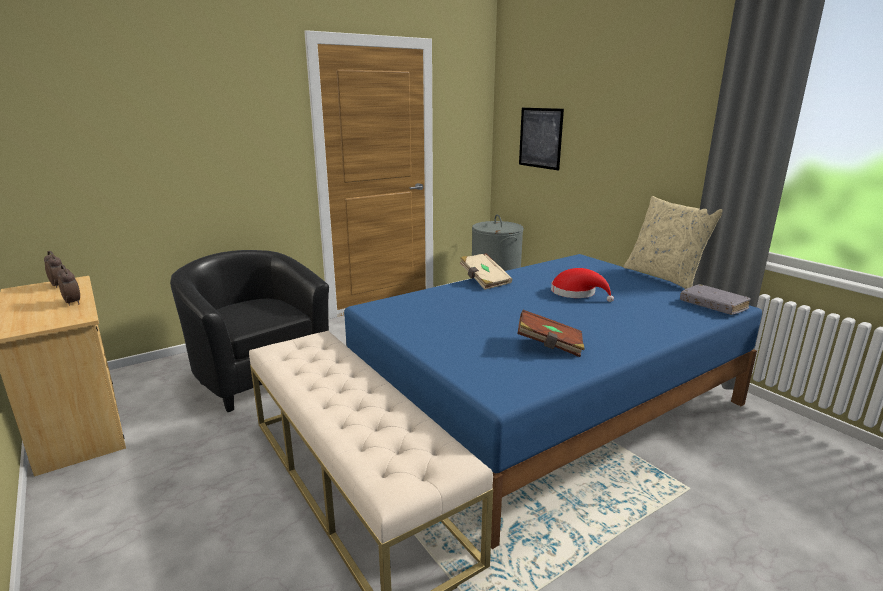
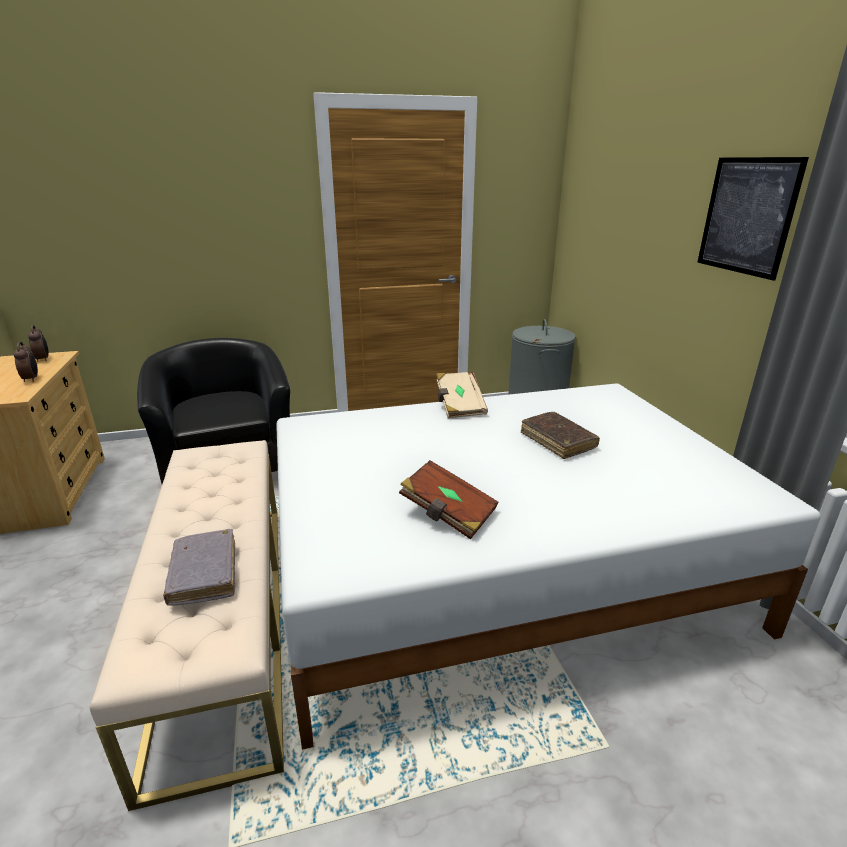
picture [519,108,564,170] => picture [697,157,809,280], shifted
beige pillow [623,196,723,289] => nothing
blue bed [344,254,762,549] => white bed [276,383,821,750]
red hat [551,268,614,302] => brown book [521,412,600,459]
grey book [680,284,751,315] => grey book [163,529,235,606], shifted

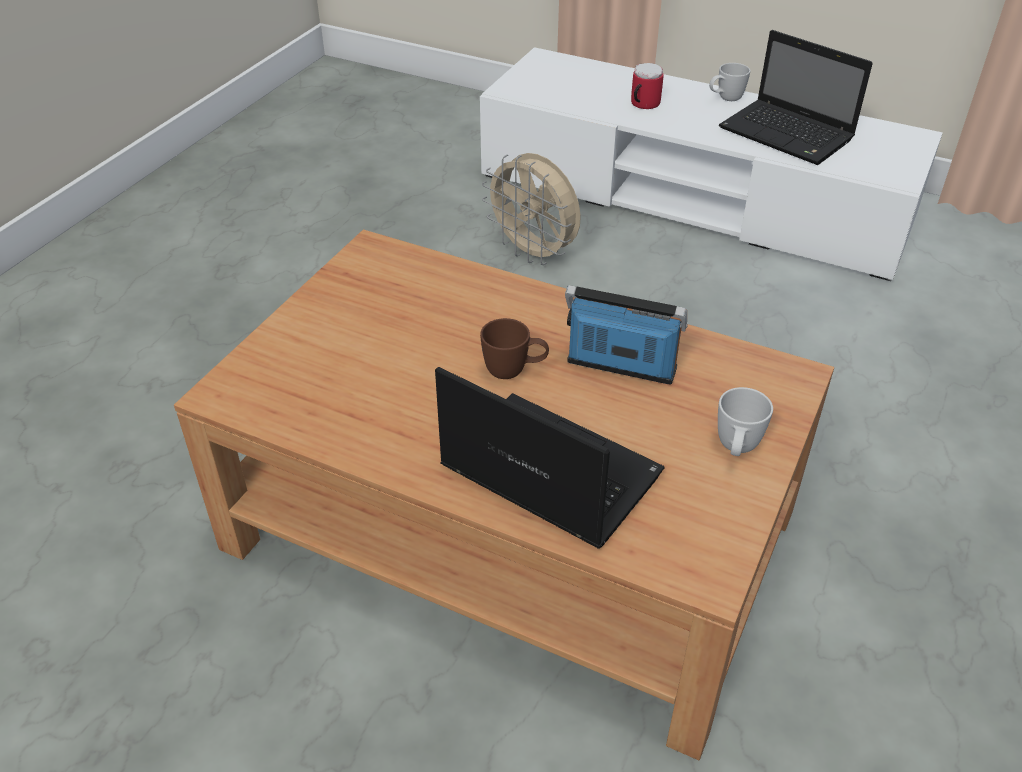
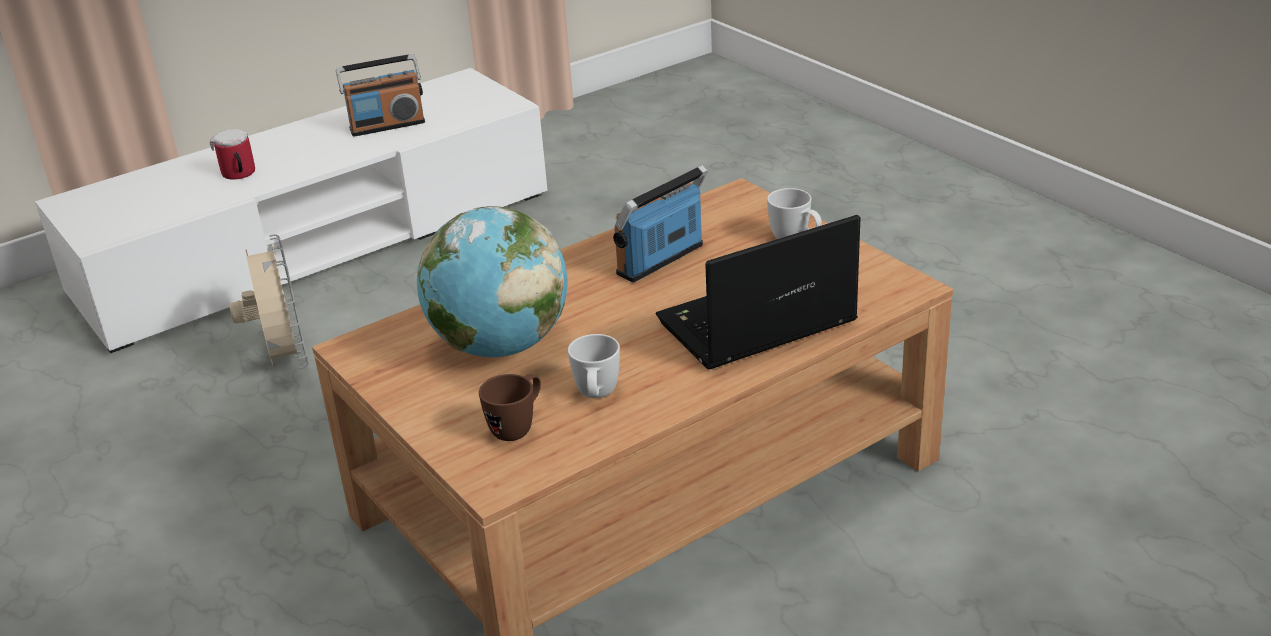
laptop [719,30,873,165] => radio [336,54,425,136]
white mug [709,63,750,101] => white mug [568,334,620,398], shifted
beige fan [482,153,581,265] => beige fan [229,234,309,369], 90 degrees counterclockwise
brown mug [480,318,549,379] => brown mug [479,374,541,441], shifted
nothing => globe [417,206,568,357]

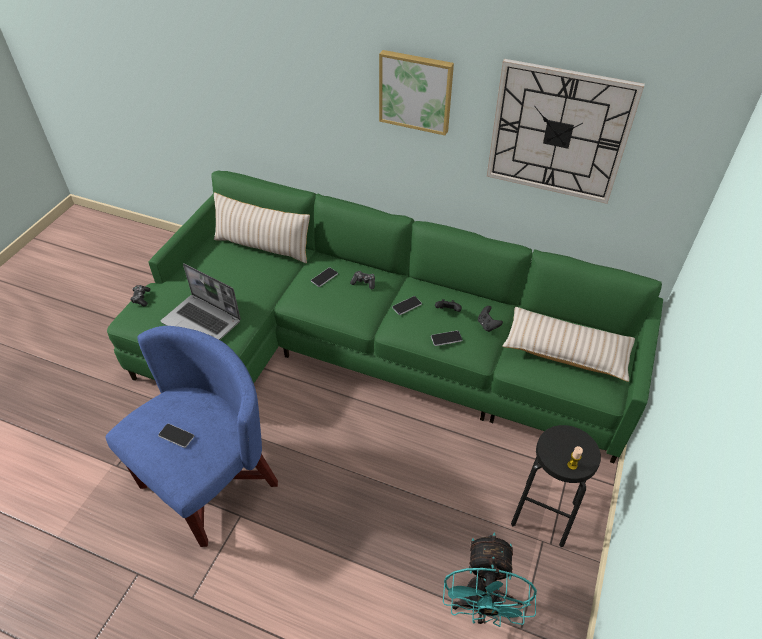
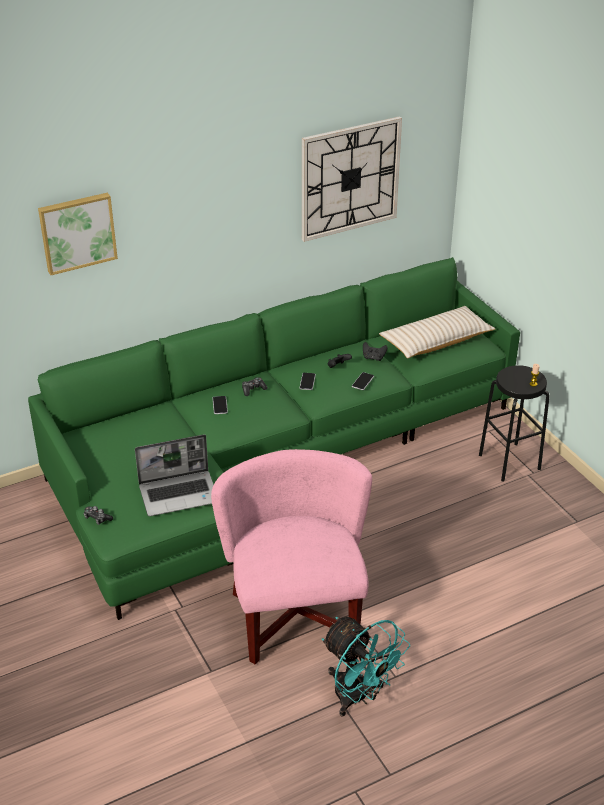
picture [379,50,454,135] => picture [38,193,118,275], shifted
beige pillow [214,193,310,263] => nothing
blue armchair [105,326,278,547] => pink armchair [211,449,372,664]
phone [158,424,194,448] => nothing
turquoise fan [443,533,537,627] => turquoise fan [322,617,410,717], shifted

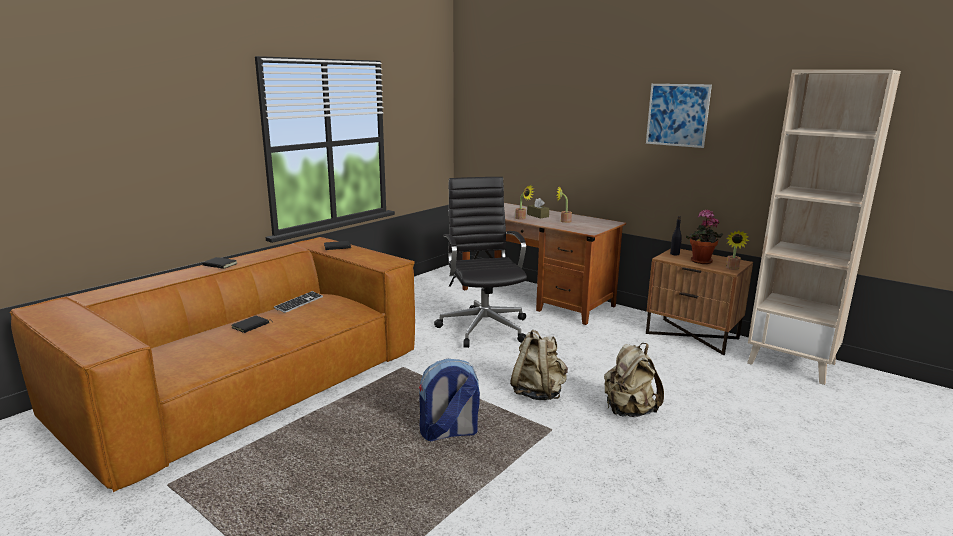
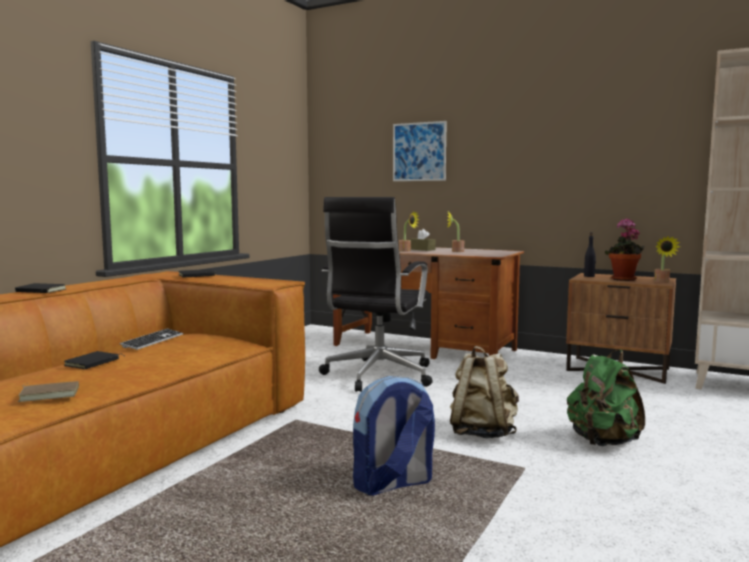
picture [646,84,712,148] => picture [393,121,447,181], shifted
black office chair [434,177,527,348] => black office chair [319,197,433,392], 135 degrees counterclockwise
beige backpack [604,343,664,417] => green backpack [567,349,645,446]
nothing => brown book [18,381,79,402]

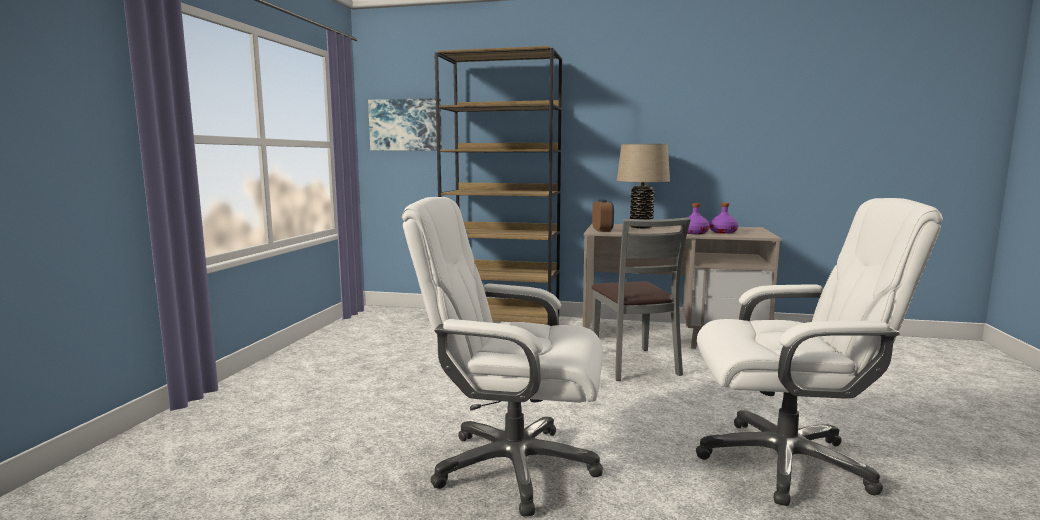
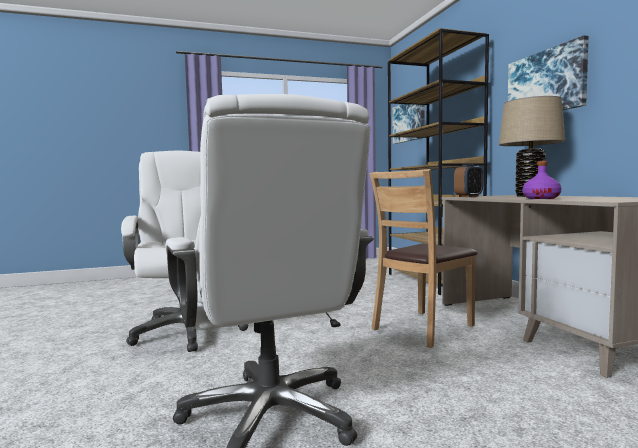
purple bottle [710,203,738,234] => nothing
grey chair [591,217,691,381] => brown chair [369,169,478,348]
nothing => picture [508,35,589,110]

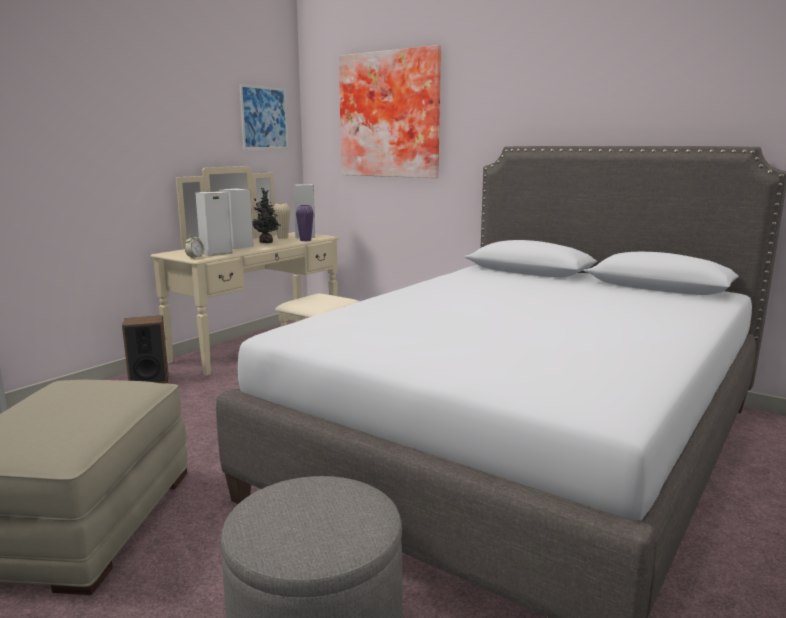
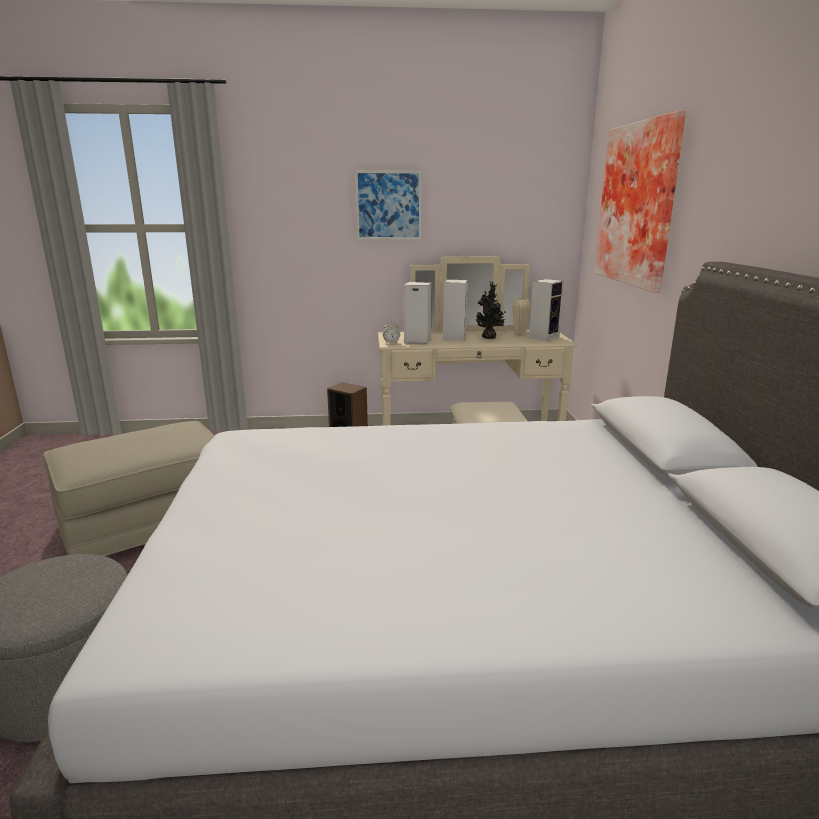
picture [240,84,288,149] => picture [355,171,421,240], shifted
purple vase [296,205,314,241] => nothing

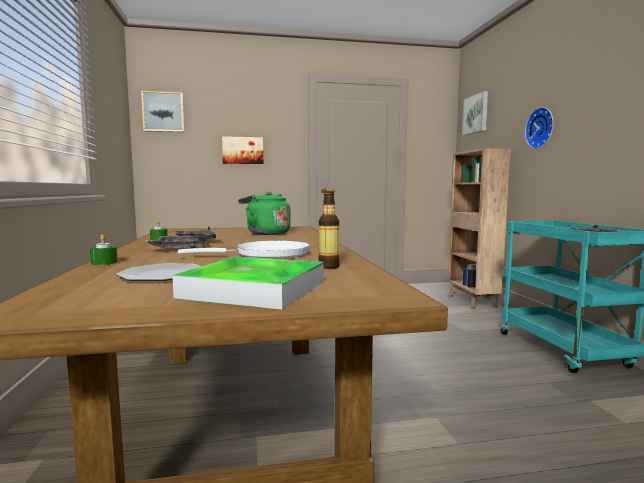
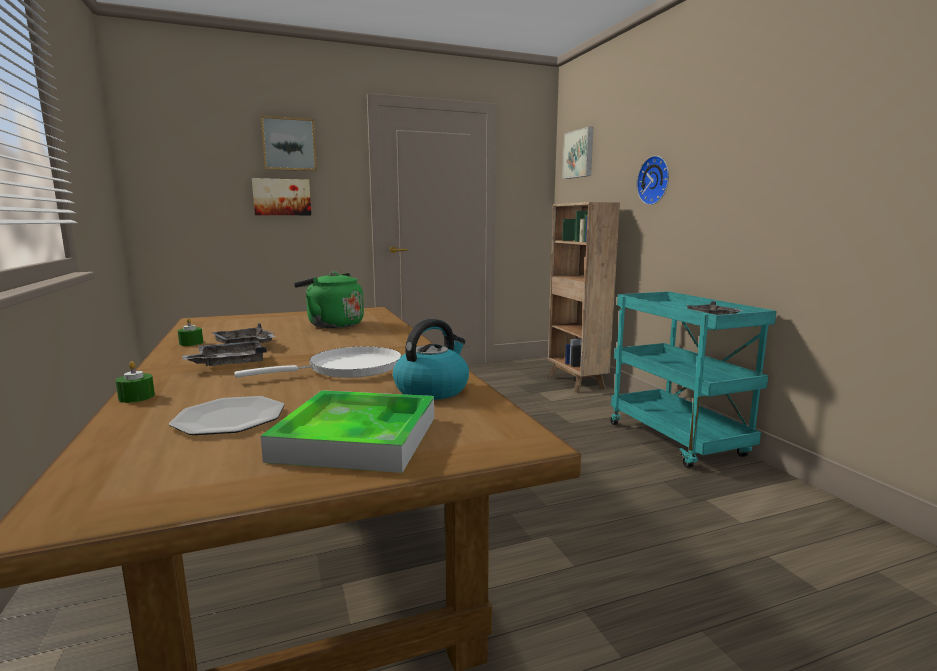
picture [141,91,184,132] => picture [261,116,317,171], shifted
bottle [318,191,339,269] => kettle [393,319,469,400]

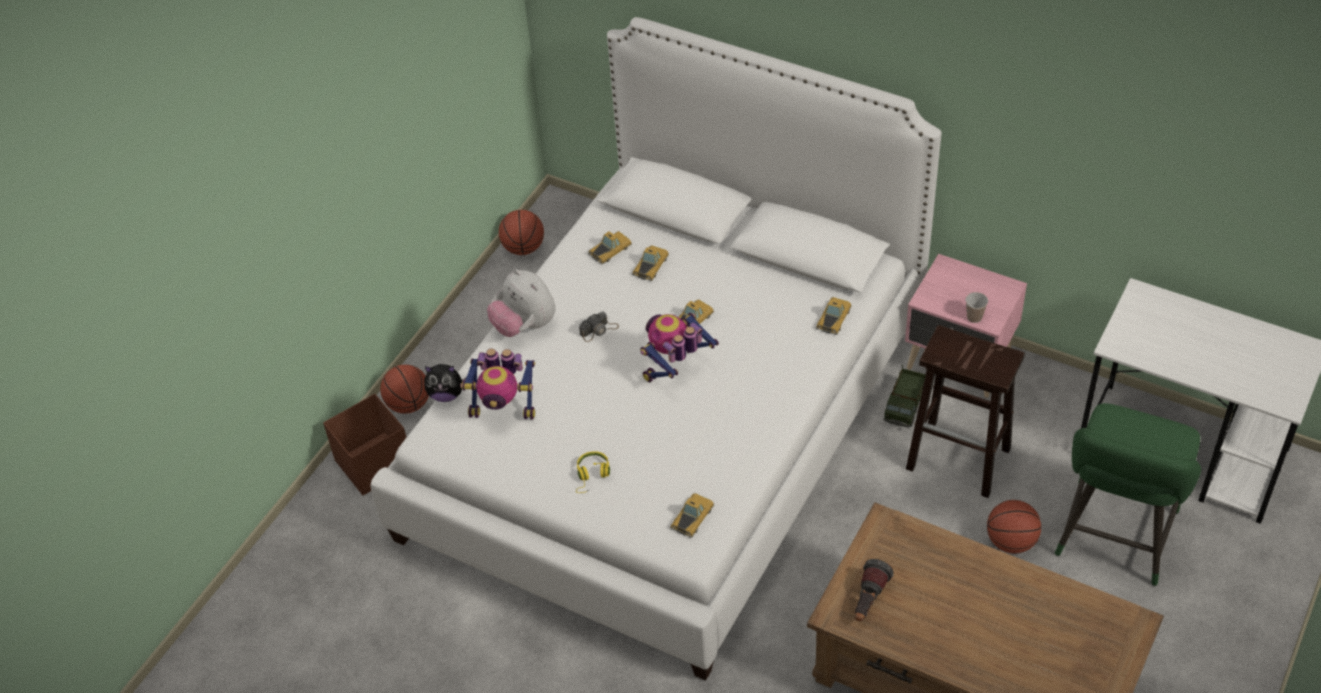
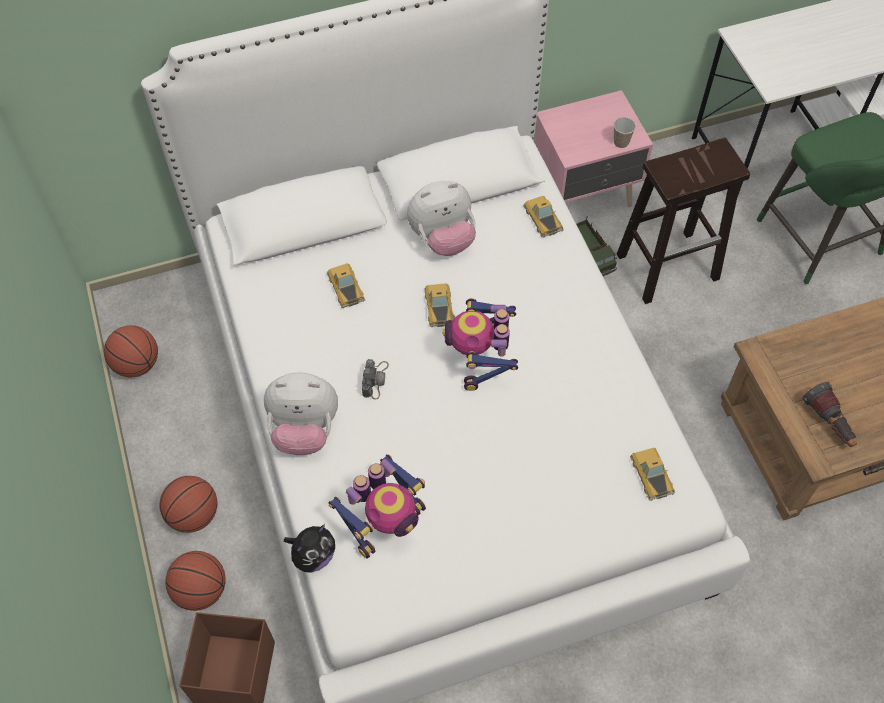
toy car [588,231,632,265] => nothing
yellow headphones [576,451,610,493] => nothing
basketball [987,500,1041,554] => basketball [159,476,217,533], shifted
nothing => plush toy [407,181,476,256]

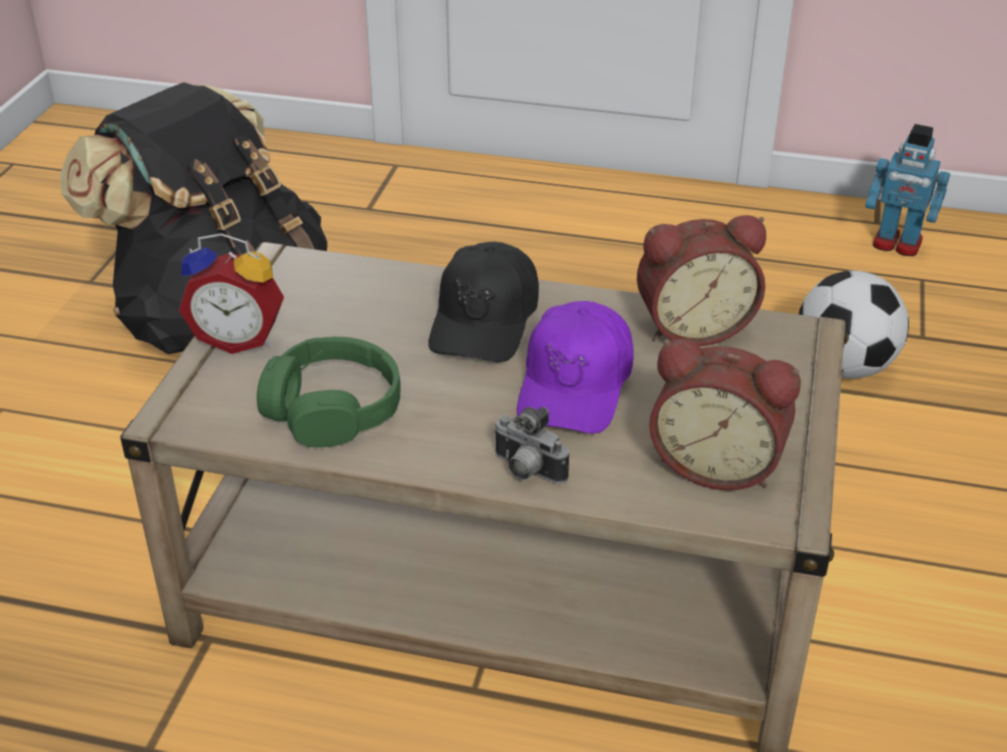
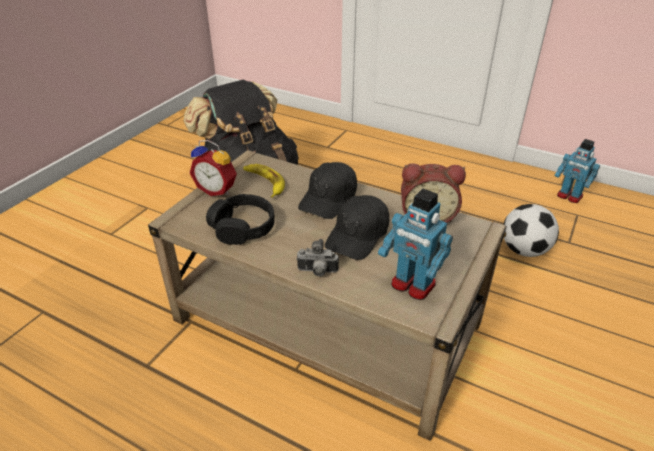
purple cap [517,301,633,434] => black cap [325,195,389,260]
green headphones [257,337,401,448] => black headphones [206,194,274,245]
alarm clock [649,339,801,490] => toy robot [378,189,453,300]
photo camera [493,407,569,484] => photo camera [296,239,339,276], 45 degrees counterclockwise
nothing => banana [243,164,285,198]

